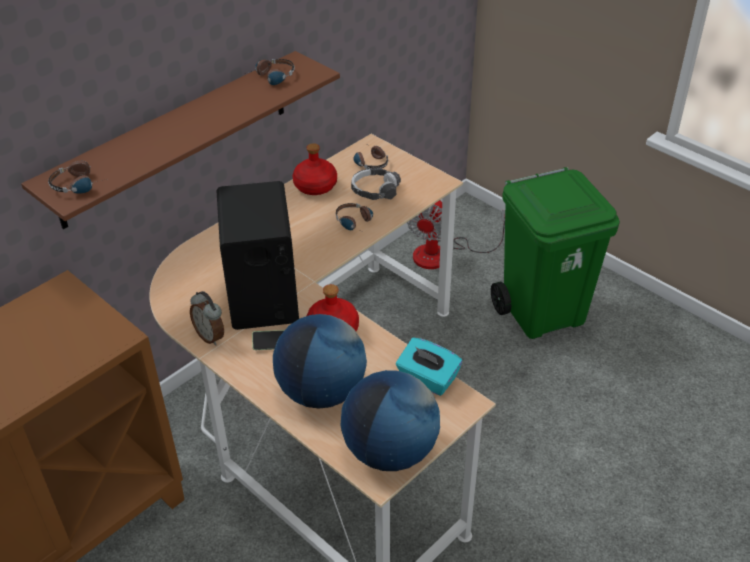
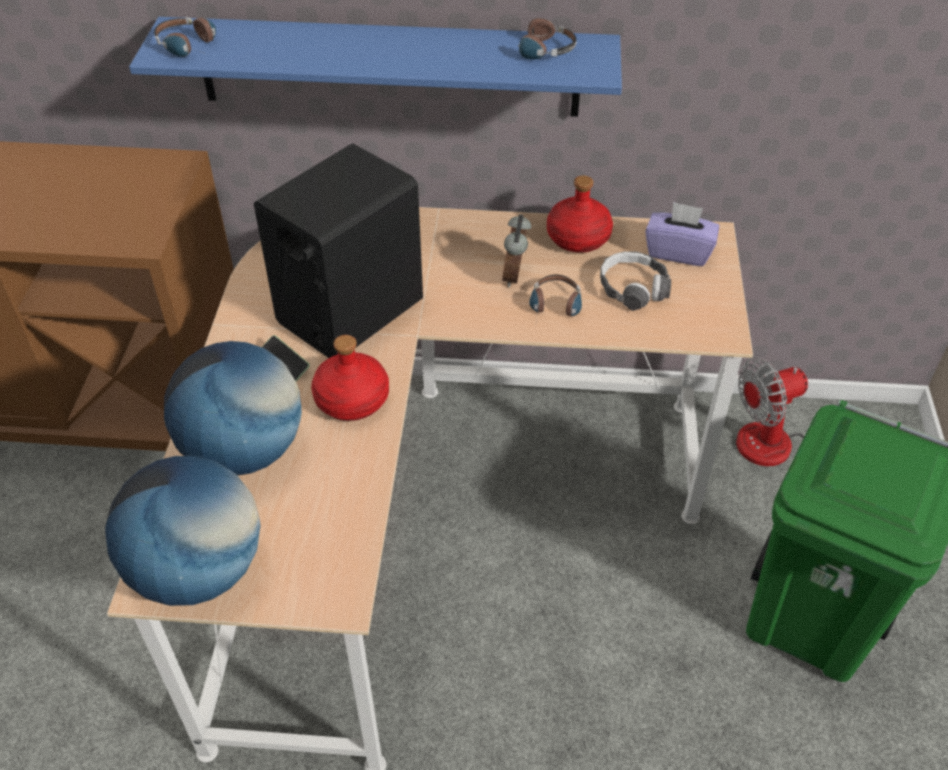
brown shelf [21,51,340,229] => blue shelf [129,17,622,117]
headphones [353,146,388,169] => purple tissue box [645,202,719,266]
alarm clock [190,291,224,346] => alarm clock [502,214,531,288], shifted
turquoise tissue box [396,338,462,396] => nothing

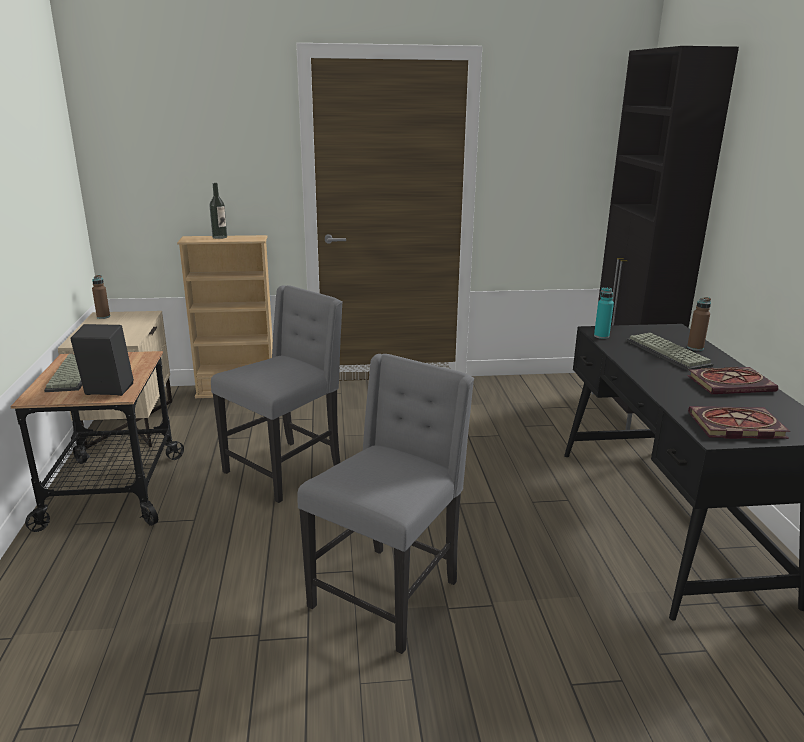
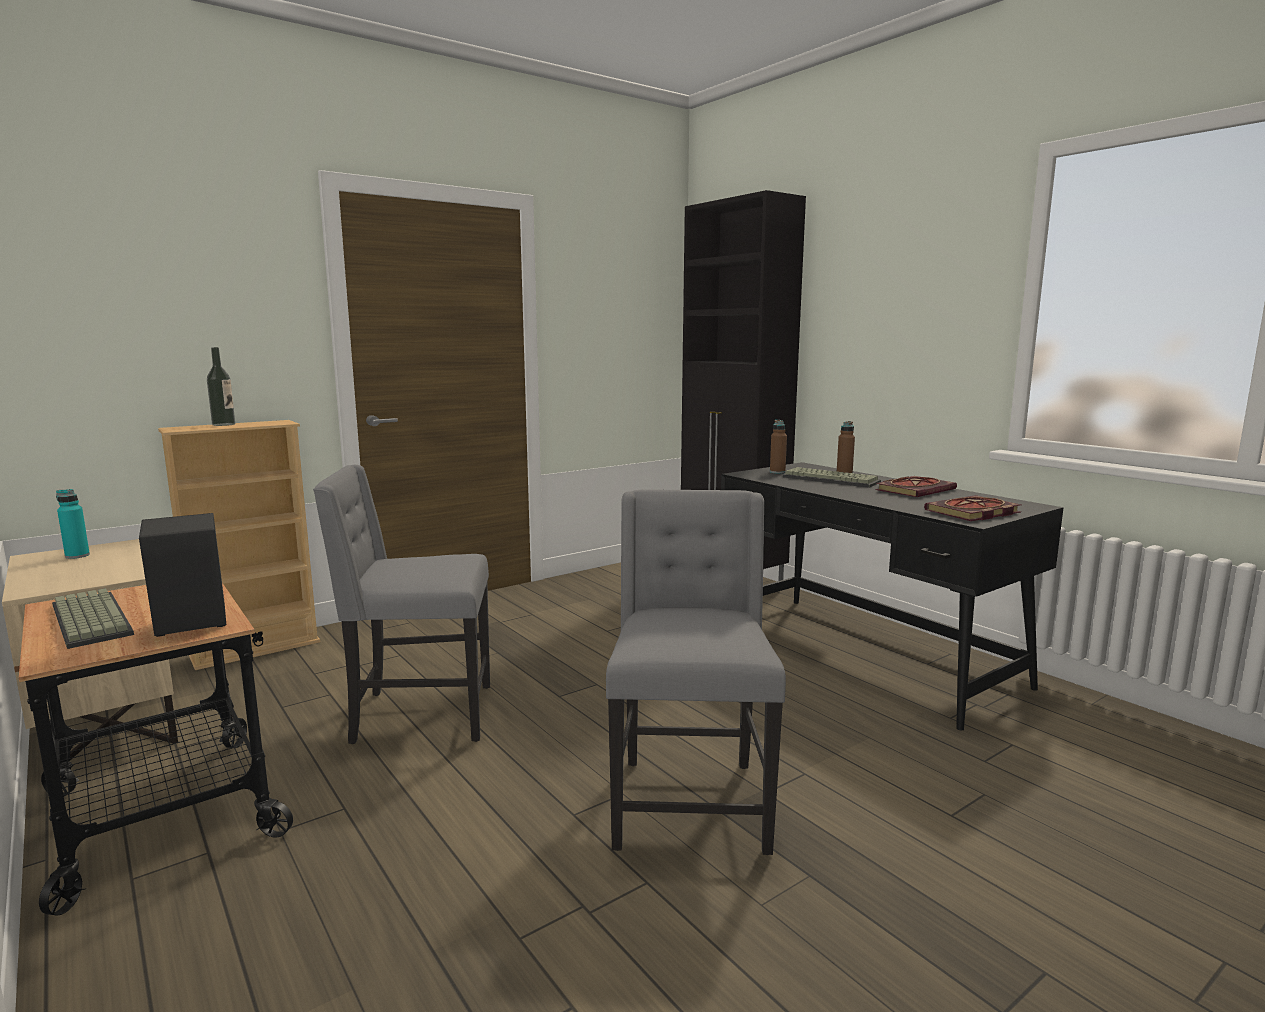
brown bottle [92,275,110,319] => brown bottle [770,420,787,474], shifted
grey chair [211,285,343,503] => grey chair [313,465,490,744], 105 degrees counterclockwise
turquoise bottle [594,288,614,339] => turquoise bottle [56,489,90,559], shifted

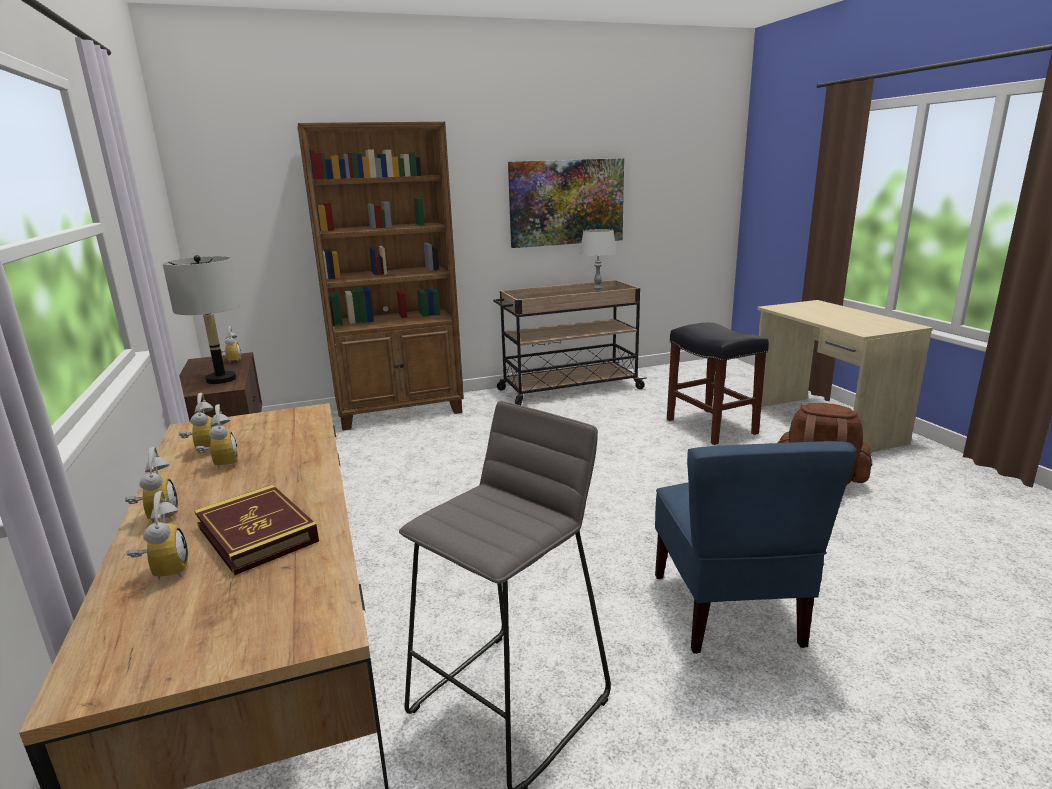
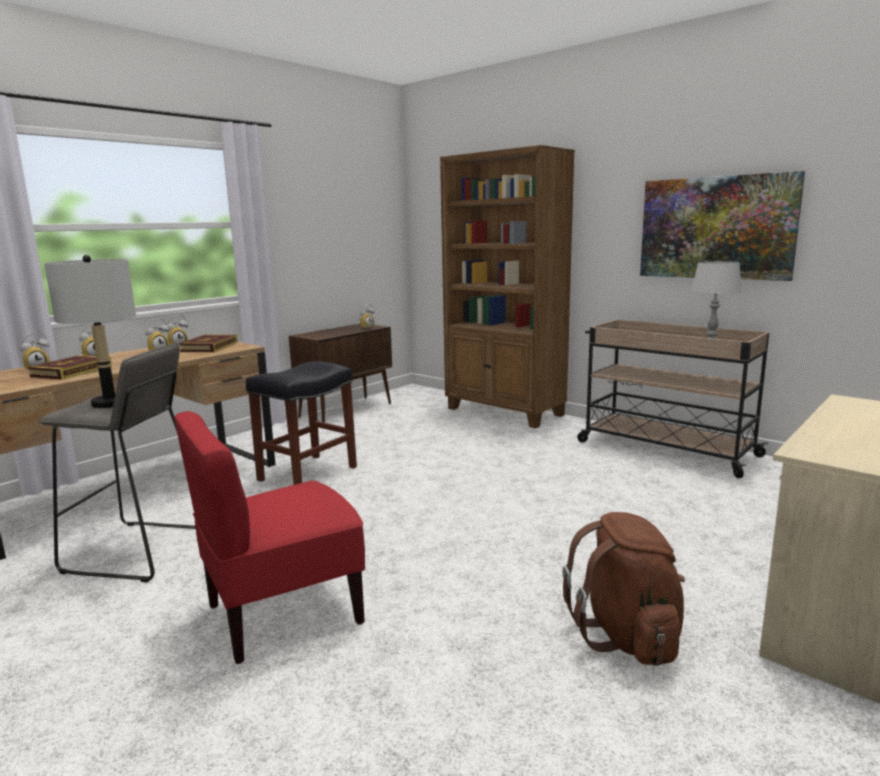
grey table lamp [162,255,240,384] => grey table lamp [44,255,136,408], shifted
black stool [667,323,769,445] => black stool [246,361,357,485], shifted
blue chair [655,441,857,654] => red chair [174,411,365,664]
nothing => book [179,334,238,352]

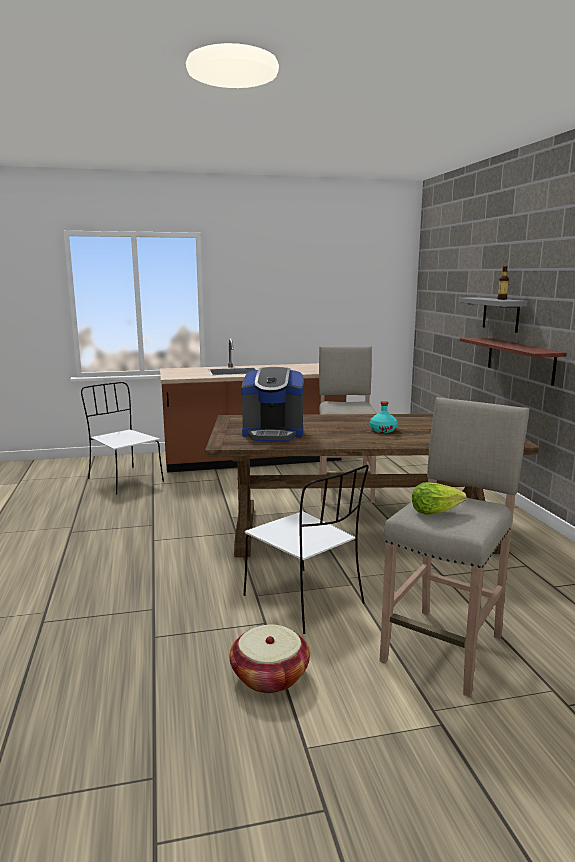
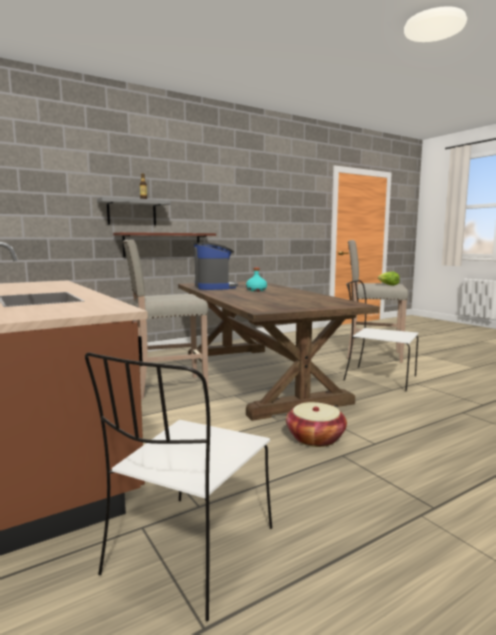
coffee machine [241,367,304,442] => coffee machine [193,242,238,290], shifted
white chair [243,465,369,634] => white chair [344,280,418,392], 90 degrees counterclockwise
basket [230,625,310,693] => basket [286,402,347,447], shifted

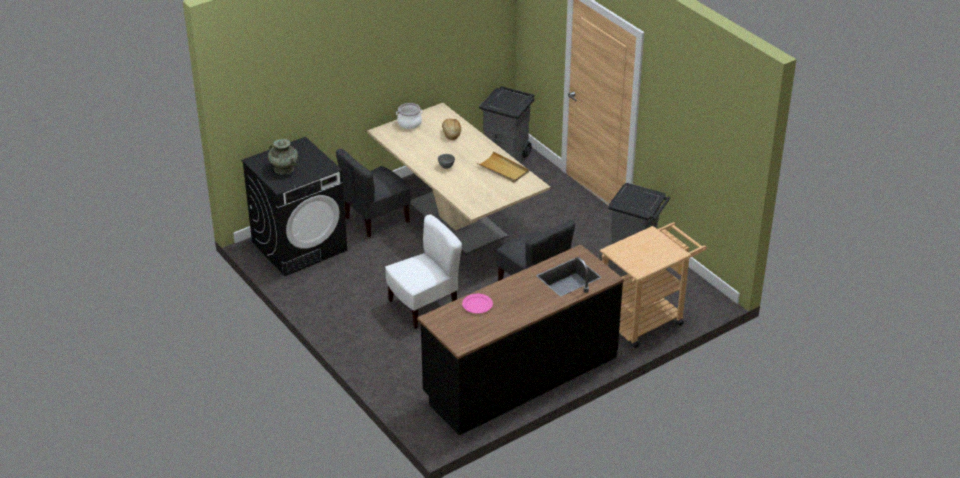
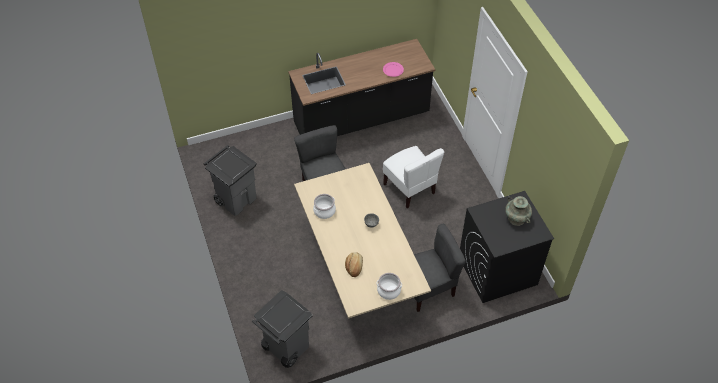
beige tray [477,152,529,183] => cooking pot [313,194,336,219]
white chair [385,214,462,329] => white chair [383,146,444,208], 105 degrees counterclockwise
beige cart [600,222,707,348] => nothing

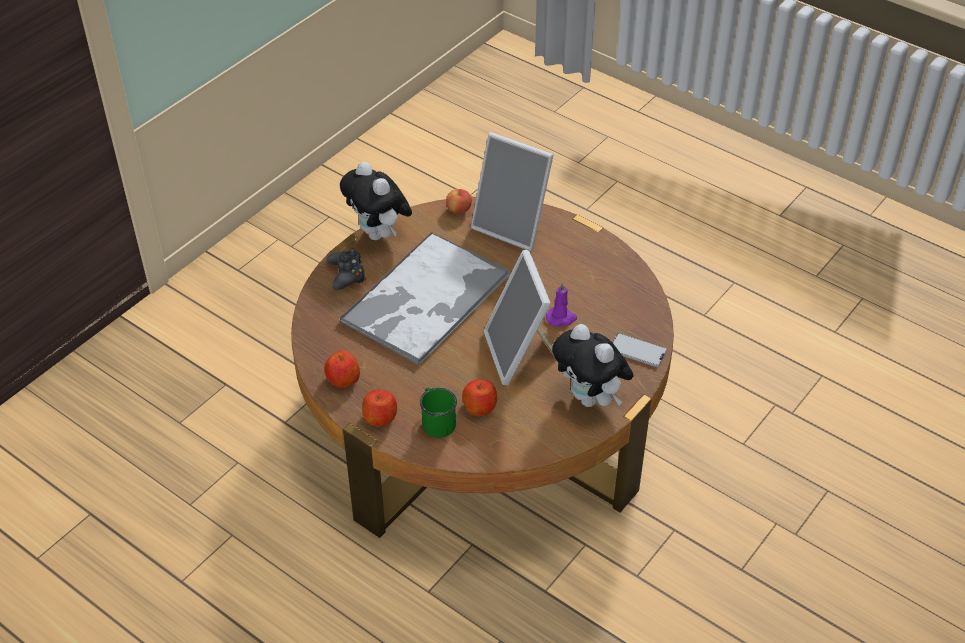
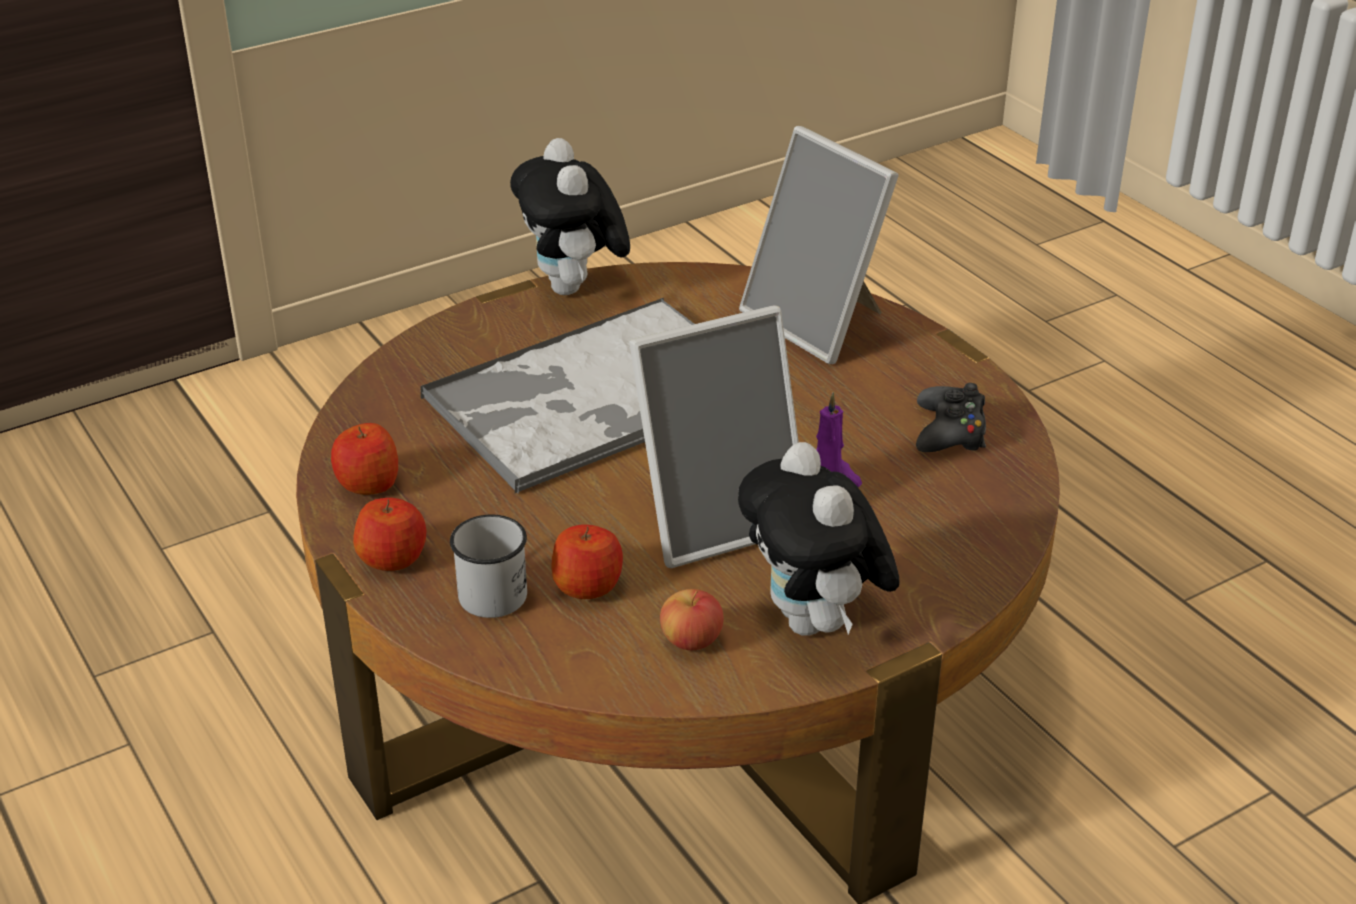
apple [446,189,472,214] => apple [660,589,724,650], shifted
black game controller [327,249,366,290] => black game controller [916,383,986,452], shifted
picture frame [484,250,554,385] => picture frame [629,305,799,568], 120 degrees counterclockwise
phone [613,333,667,367] => nothing
green mug [420,387,457,438] => white mug [450,514,527,618]

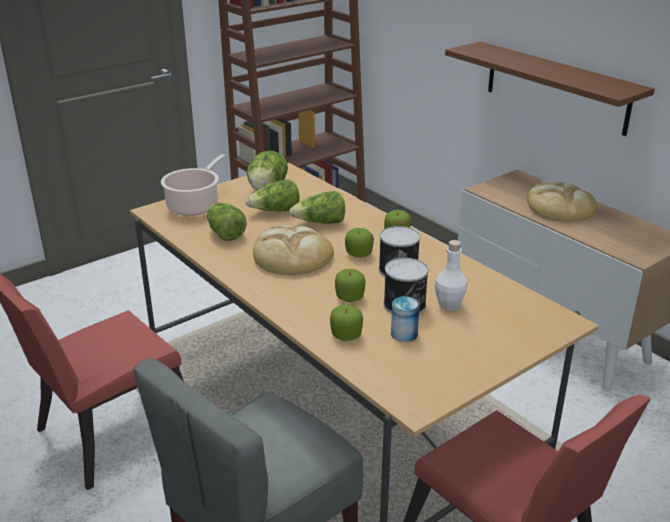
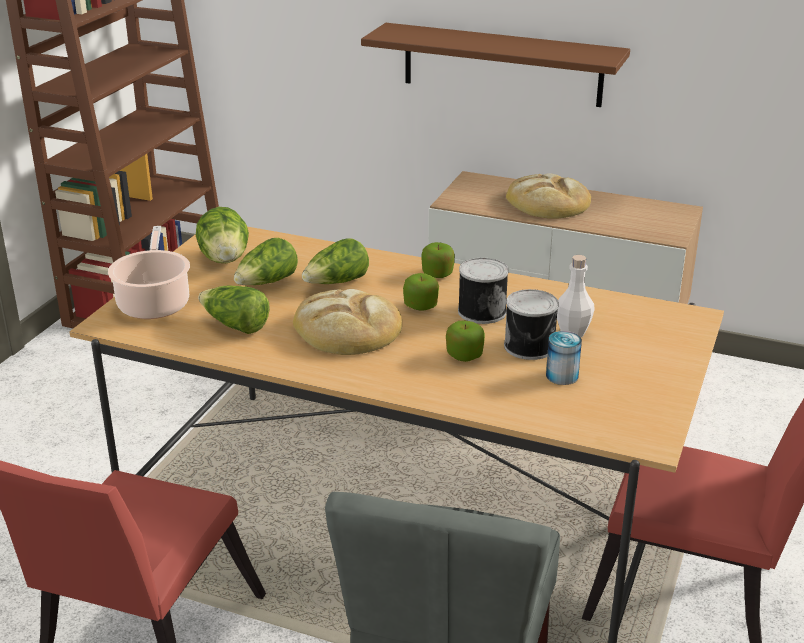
apple [330,305,363,341] => nothing

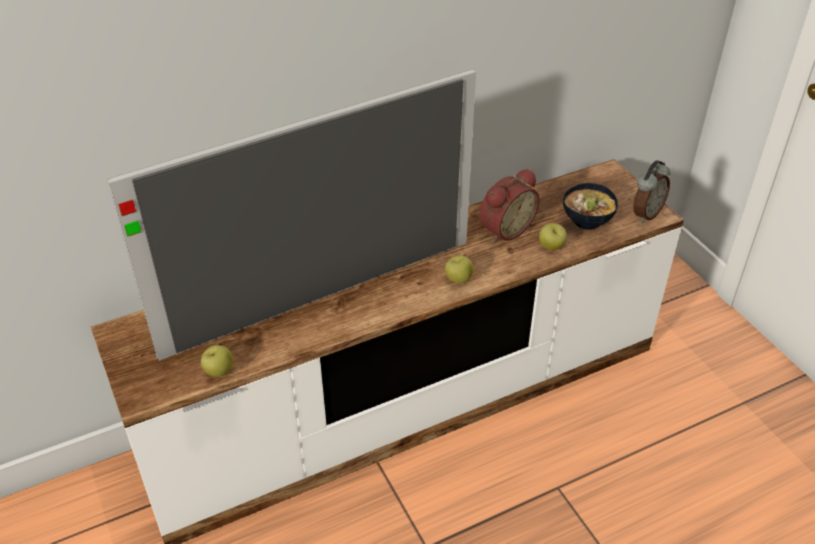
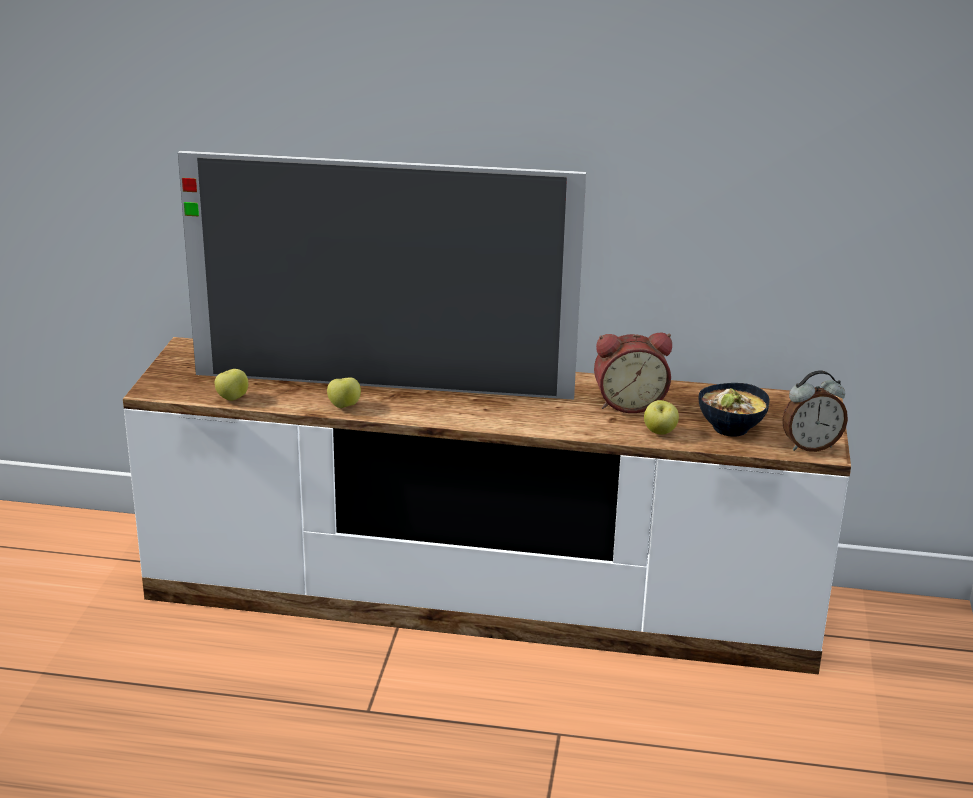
apple [445,255,473,284] => apple [327,377,361,408], shifted

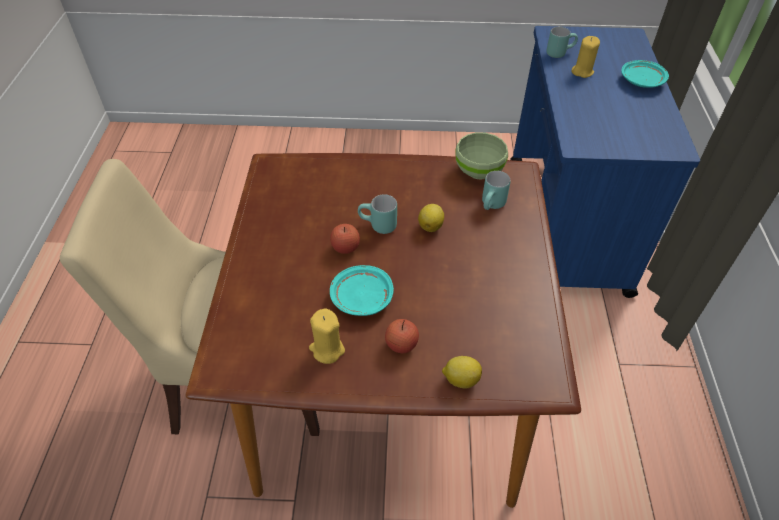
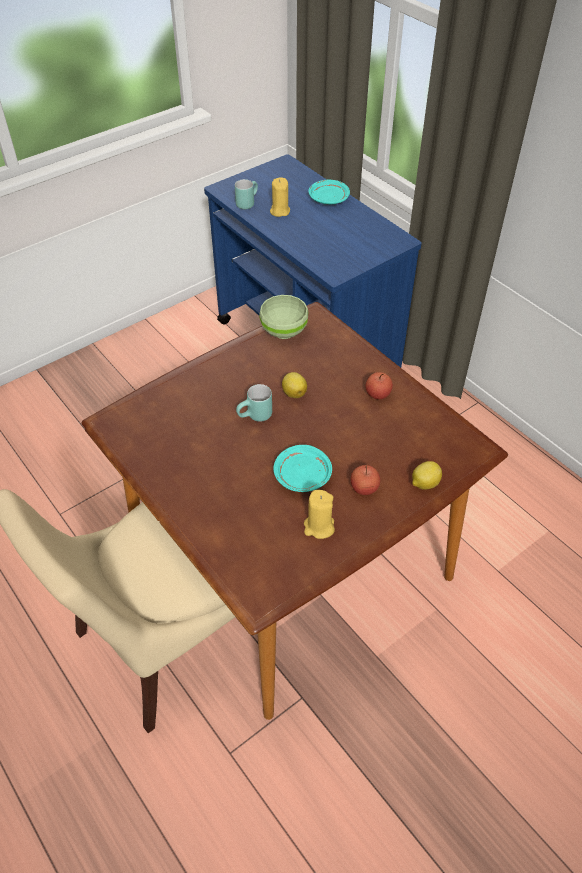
turquoise mug [482,171,510,210] => nothing
apple [330,224,360,254] => apple [366,372,393,399], shifted

